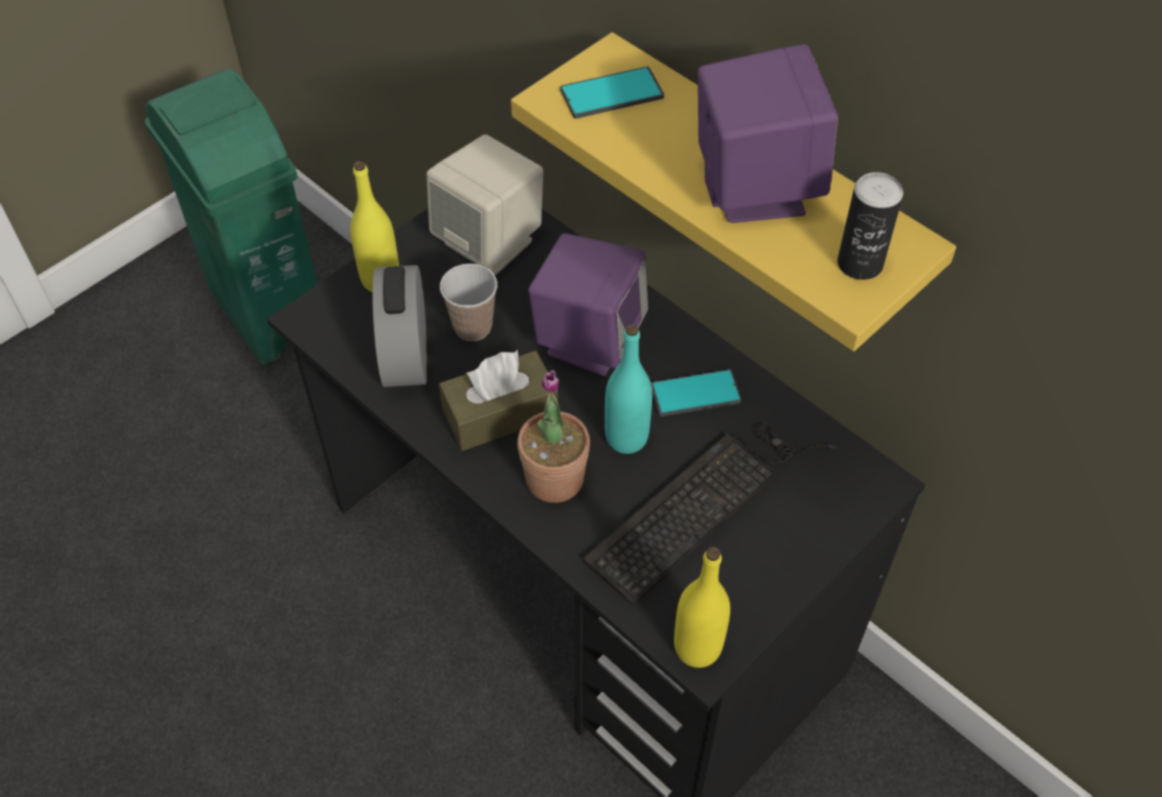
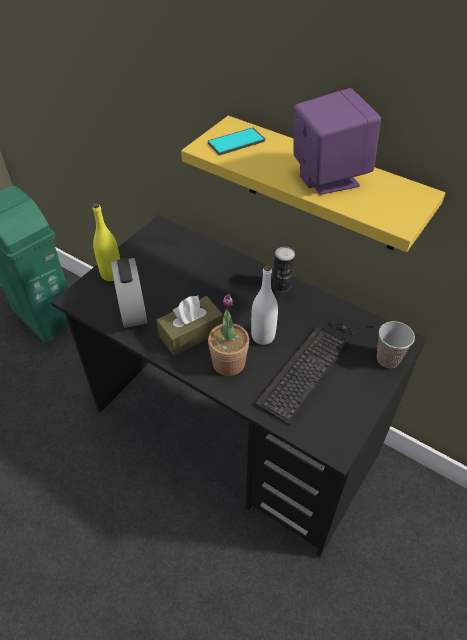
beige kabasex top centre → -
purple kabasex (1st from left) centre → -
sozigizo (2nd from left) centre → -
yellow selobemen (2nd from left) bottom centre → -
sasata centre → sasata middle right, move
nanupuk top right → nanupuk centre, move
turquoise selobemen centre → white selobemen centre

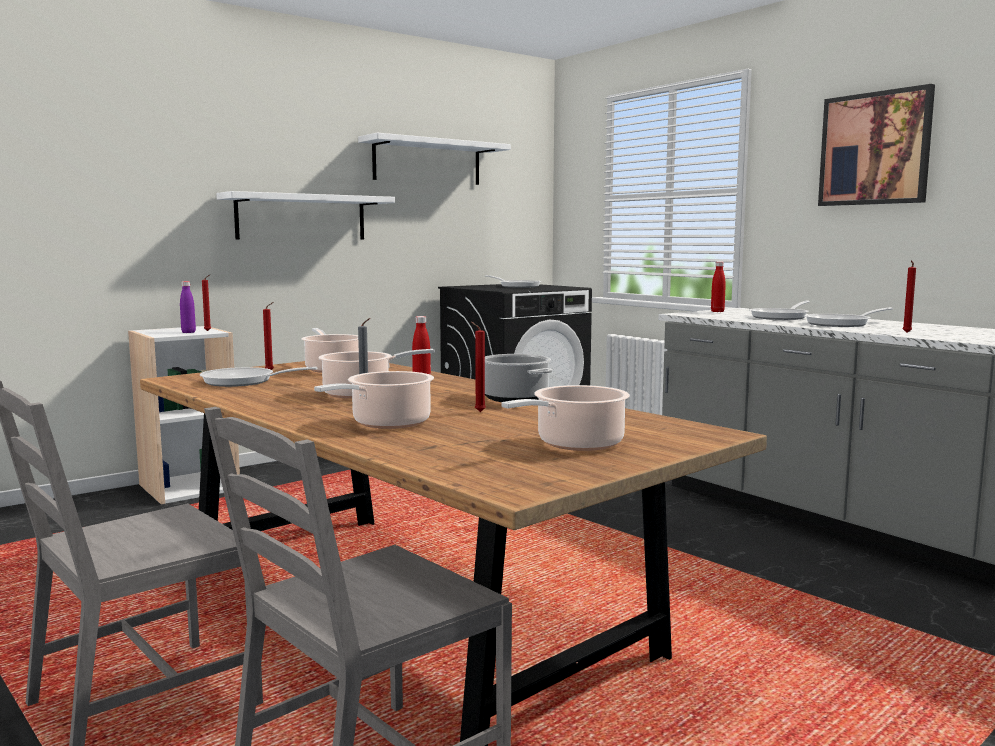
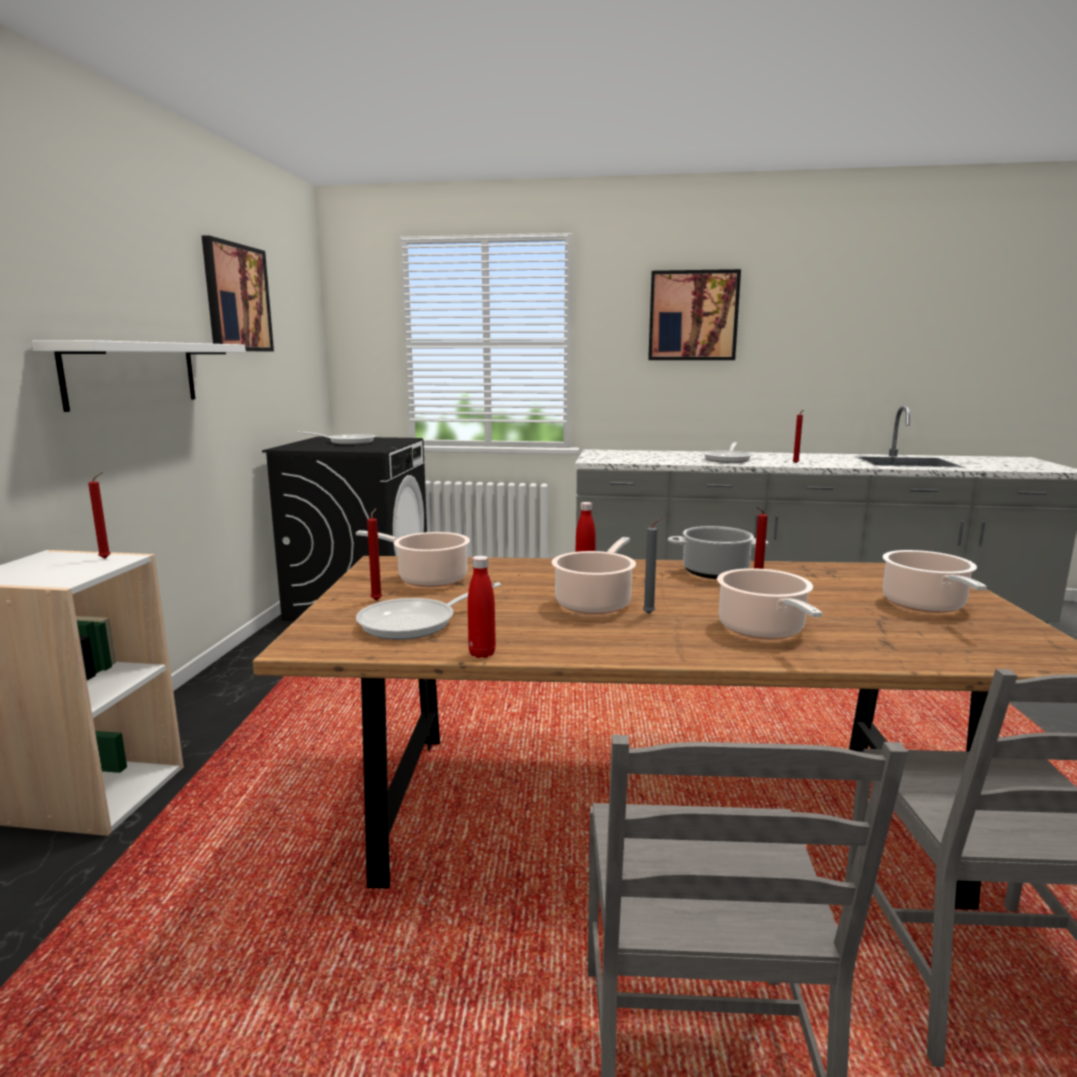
purple selobemen middle left → -
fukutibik (3rd from left) middle right → -
red selobemen (2nd from left in the first image) middle right → red selobemen (1st from left) centre, move
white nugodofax (2nd from left) top centre → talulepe (1st from left) top left

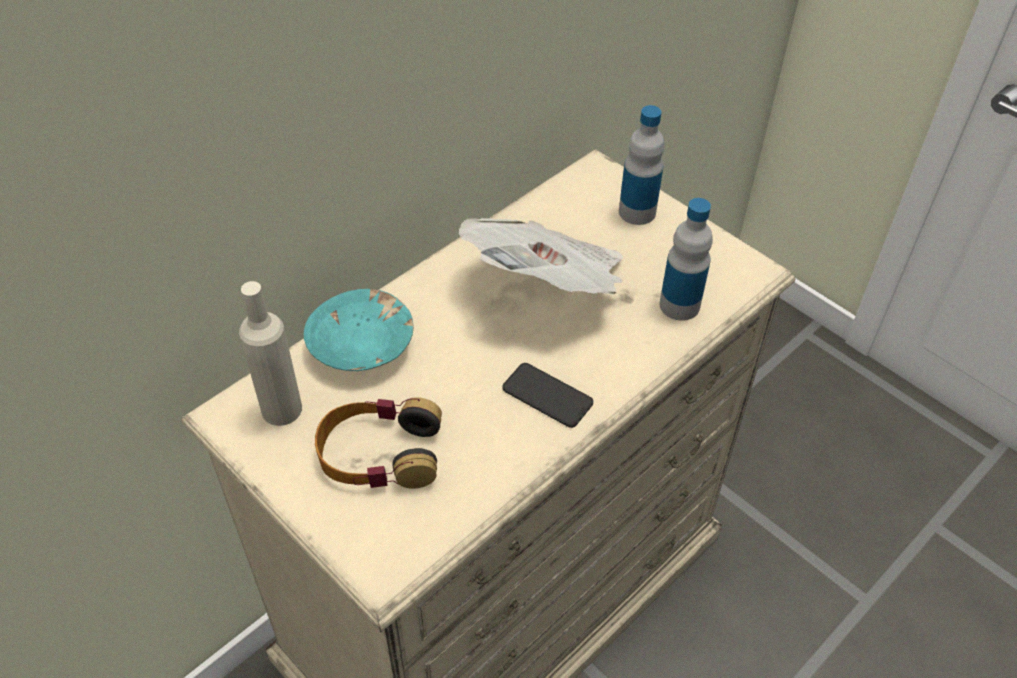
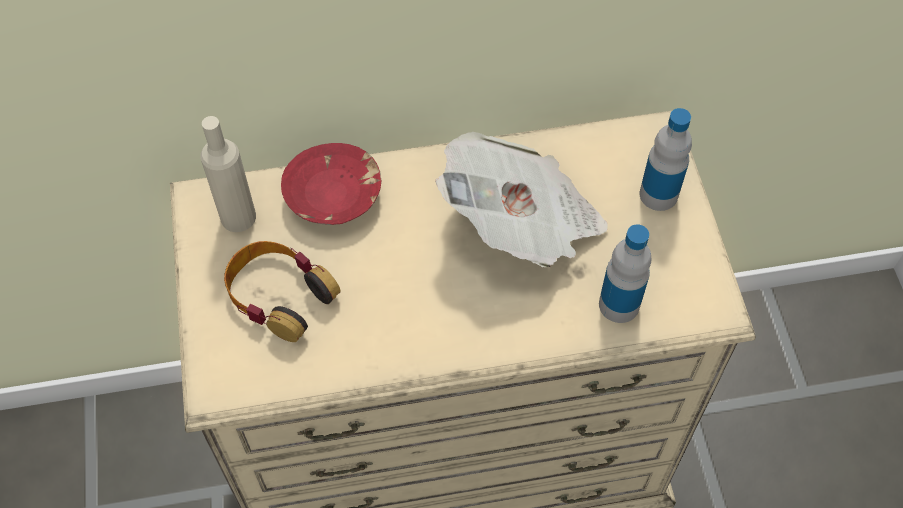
sozigizo centre → -
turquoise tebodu centre → red tebodu centre

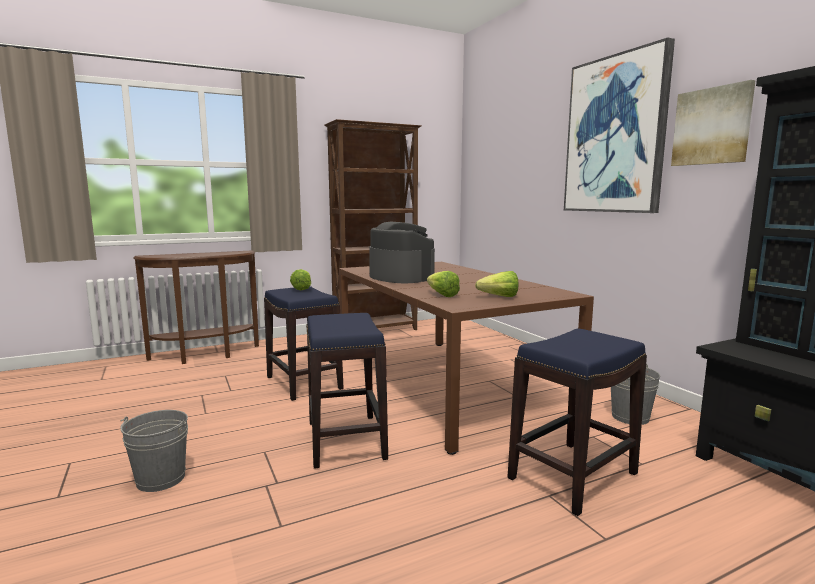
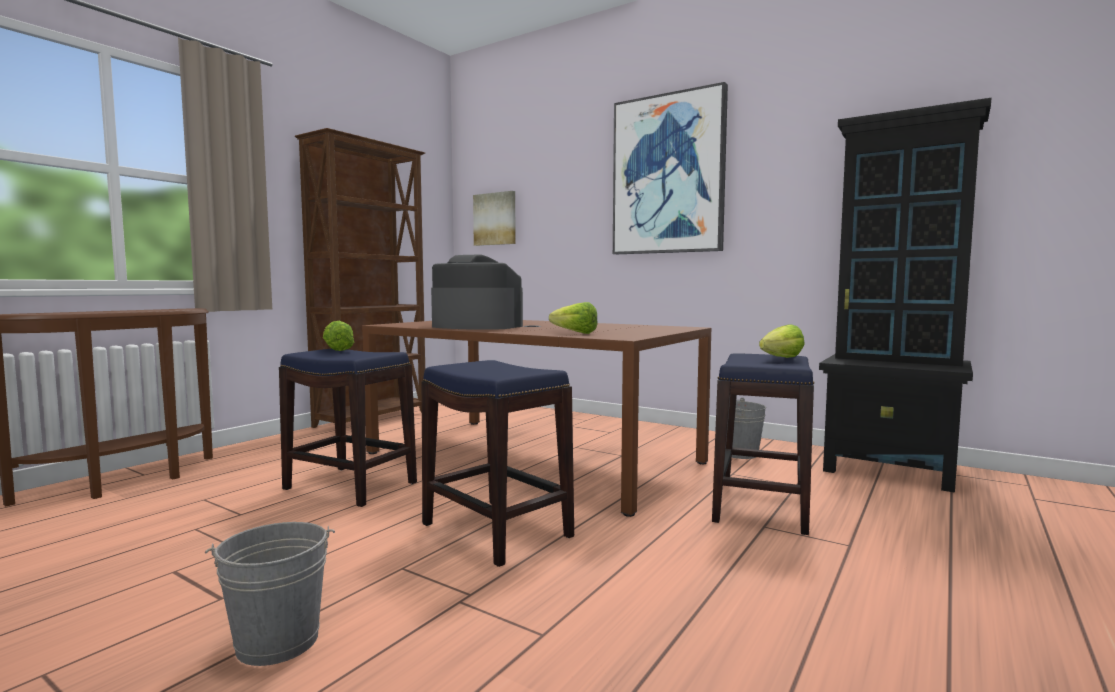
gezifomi (3rd from left) centre → gezifomi (3rd from left) middle right, move
talulepe (2nd from left in the first image) top right → talulepe (1st from left) top centre, move

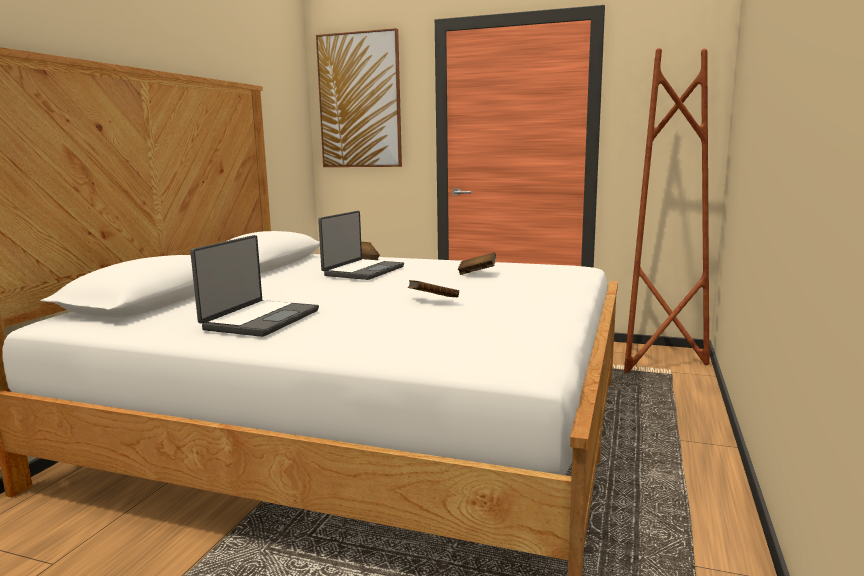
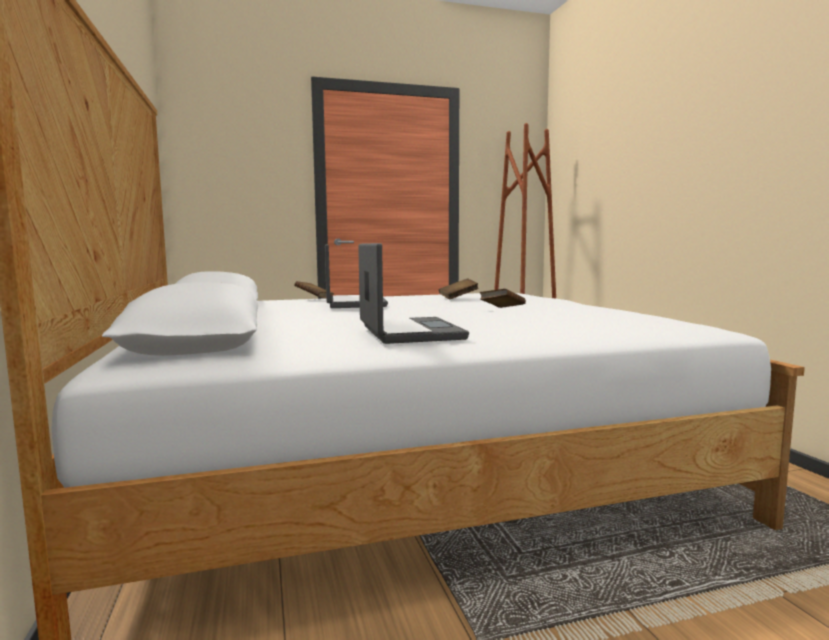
talulepe top centre → -

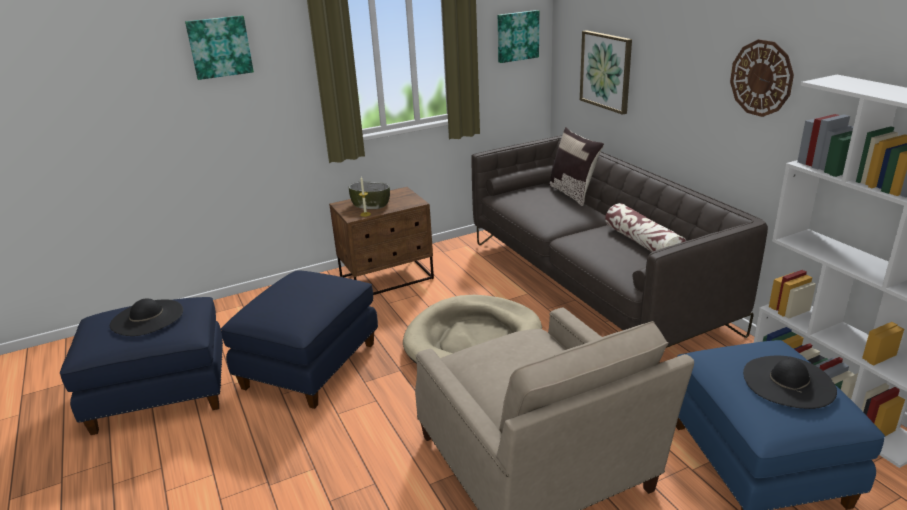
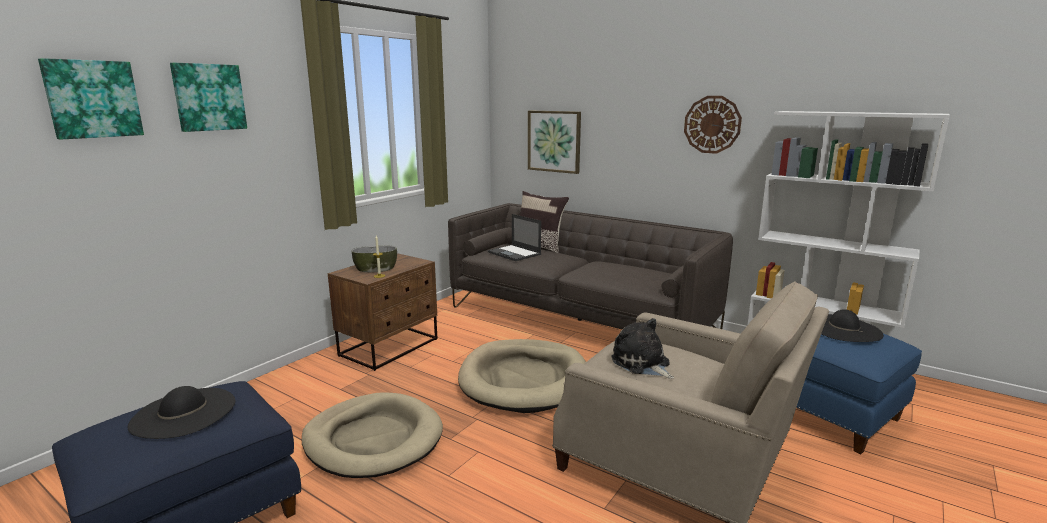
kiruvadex (2nd from left) middle right → -
- → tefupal centre
- → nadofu centre
talulepe (2nd from left in the first image) top centre → talulepe (1st from left) top left, move
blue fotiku (2nd from left) middle left → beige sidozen (1st from left) bottom centre

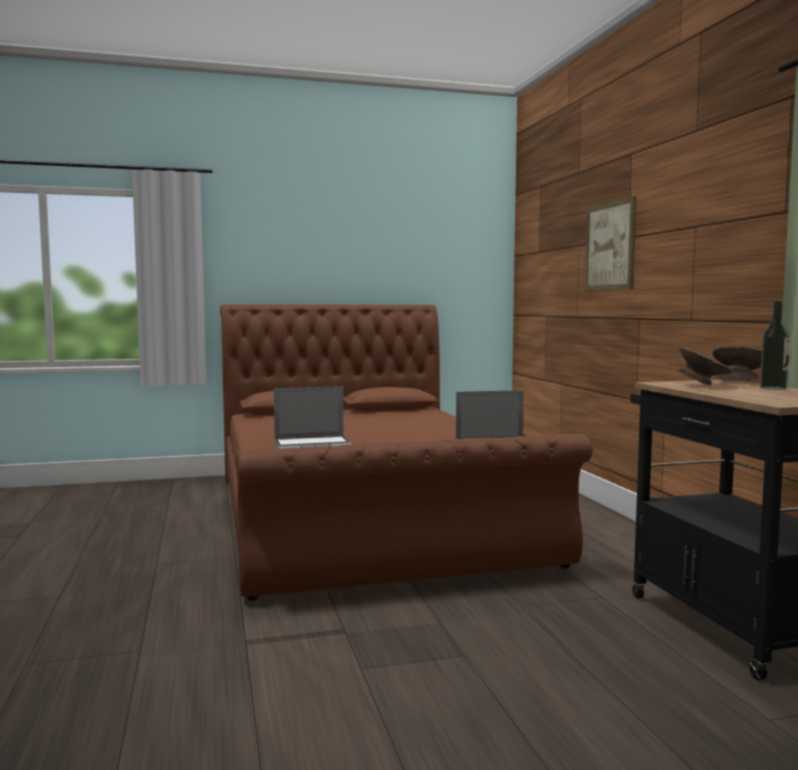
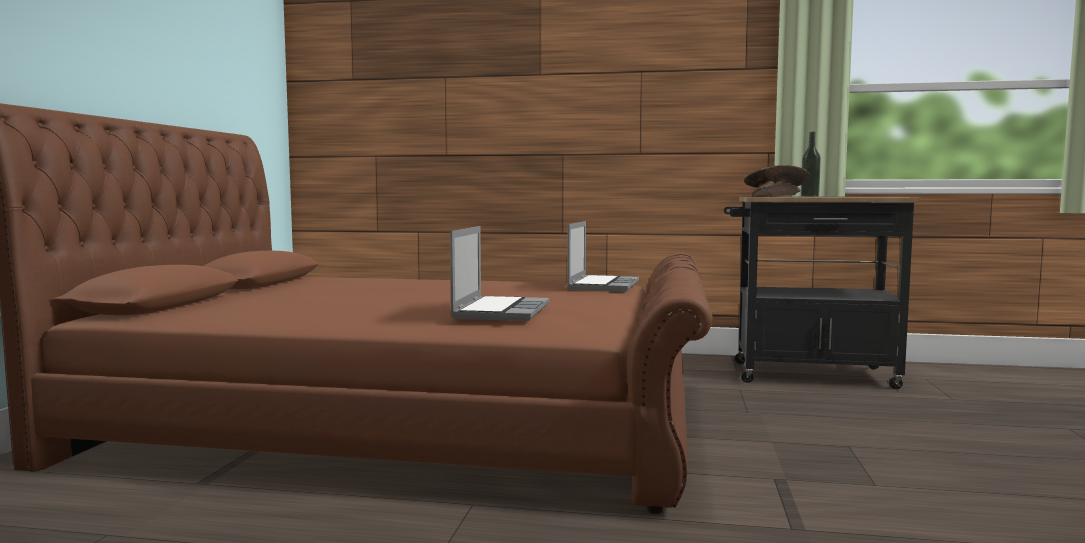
talulepe top right → -

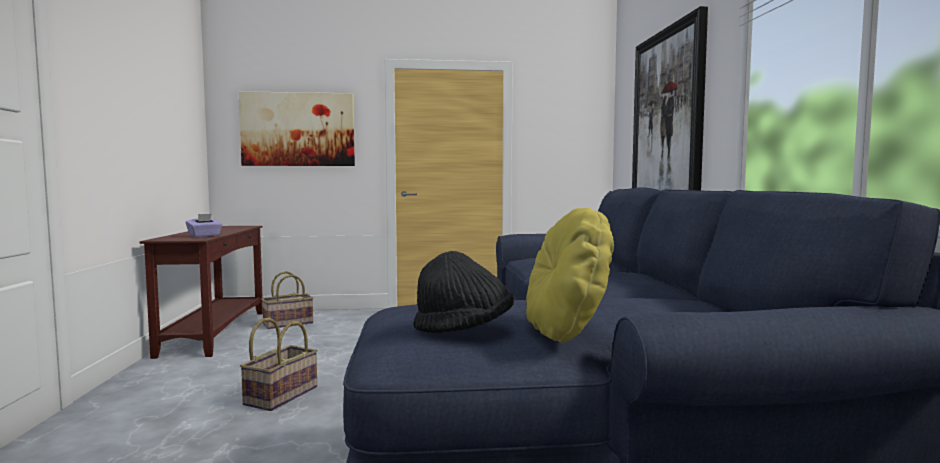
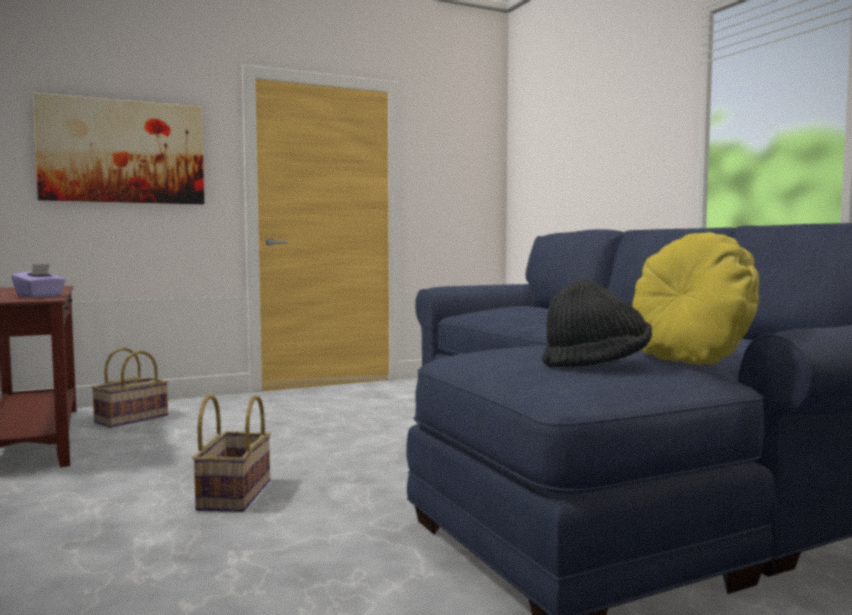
talulepe (2nd from left) top right → -

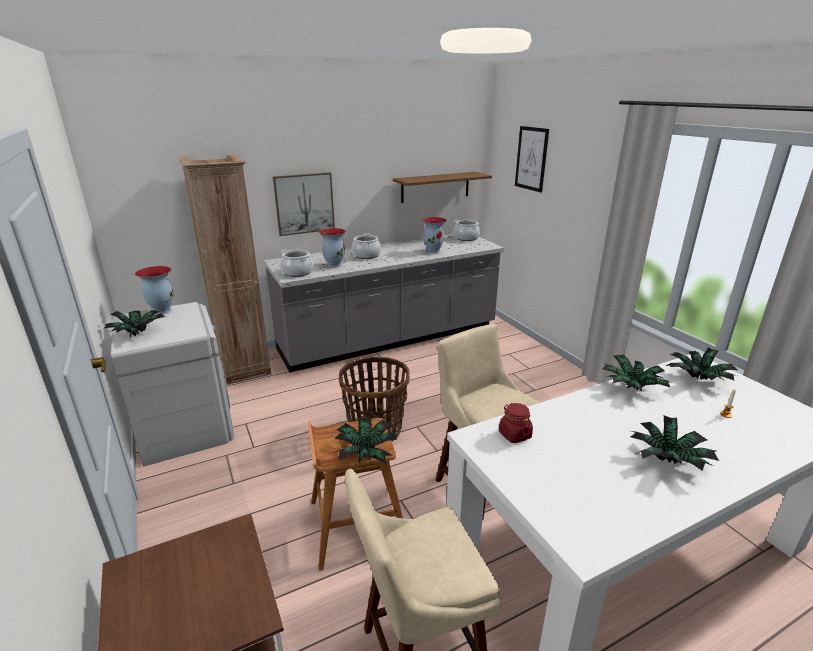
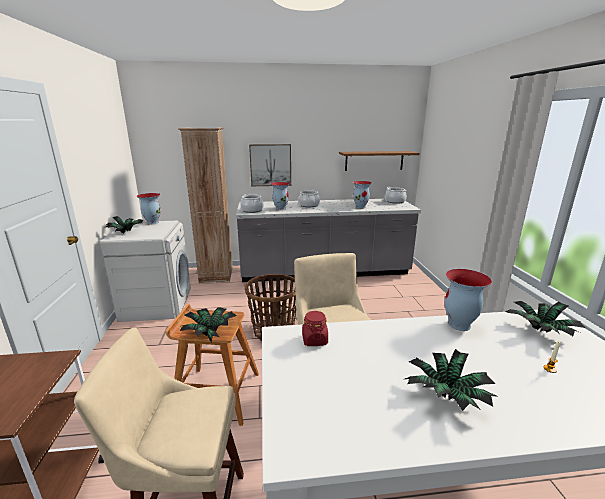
talulepe (2nd from left) top centre → -
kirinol (3rd from left) middle right → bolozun (4th from left) middle right

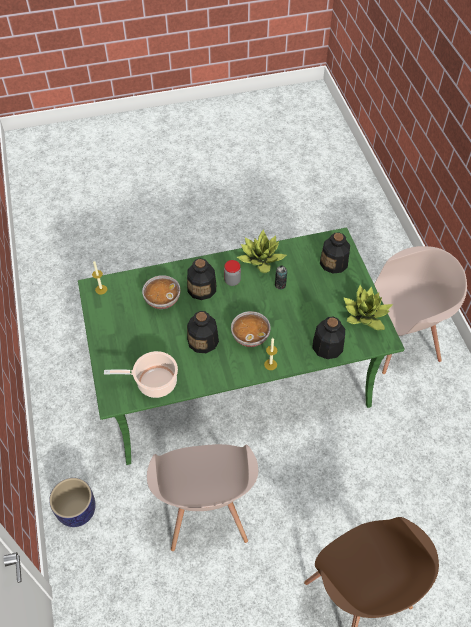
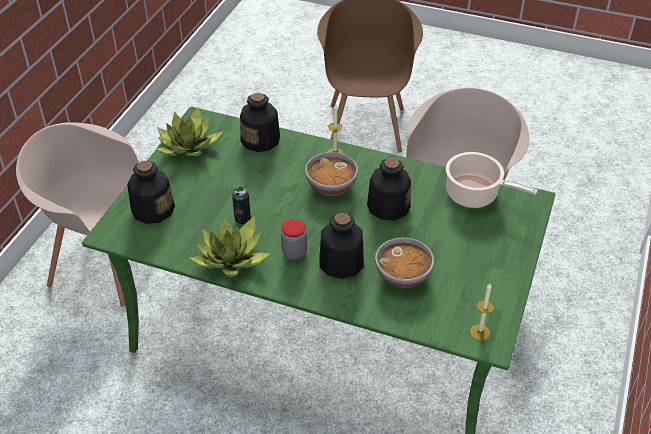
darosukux bottom left → -

